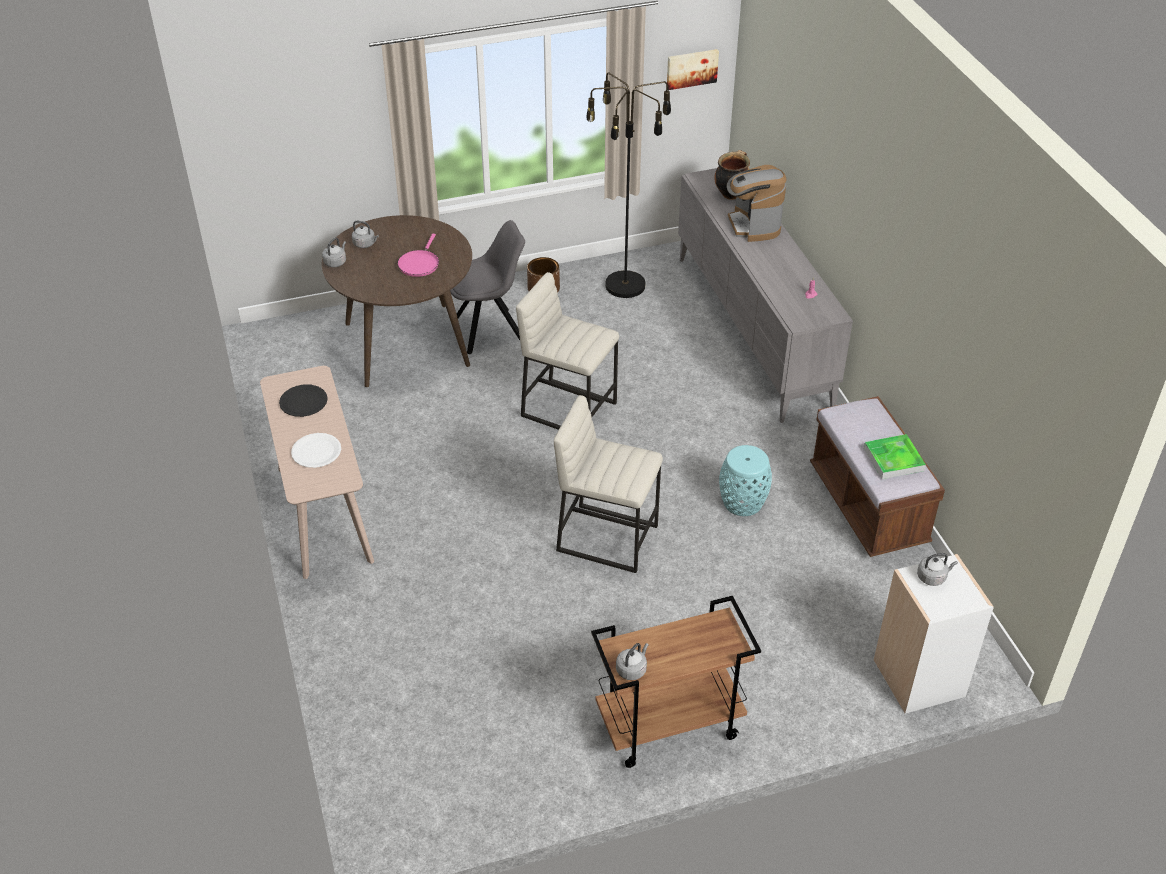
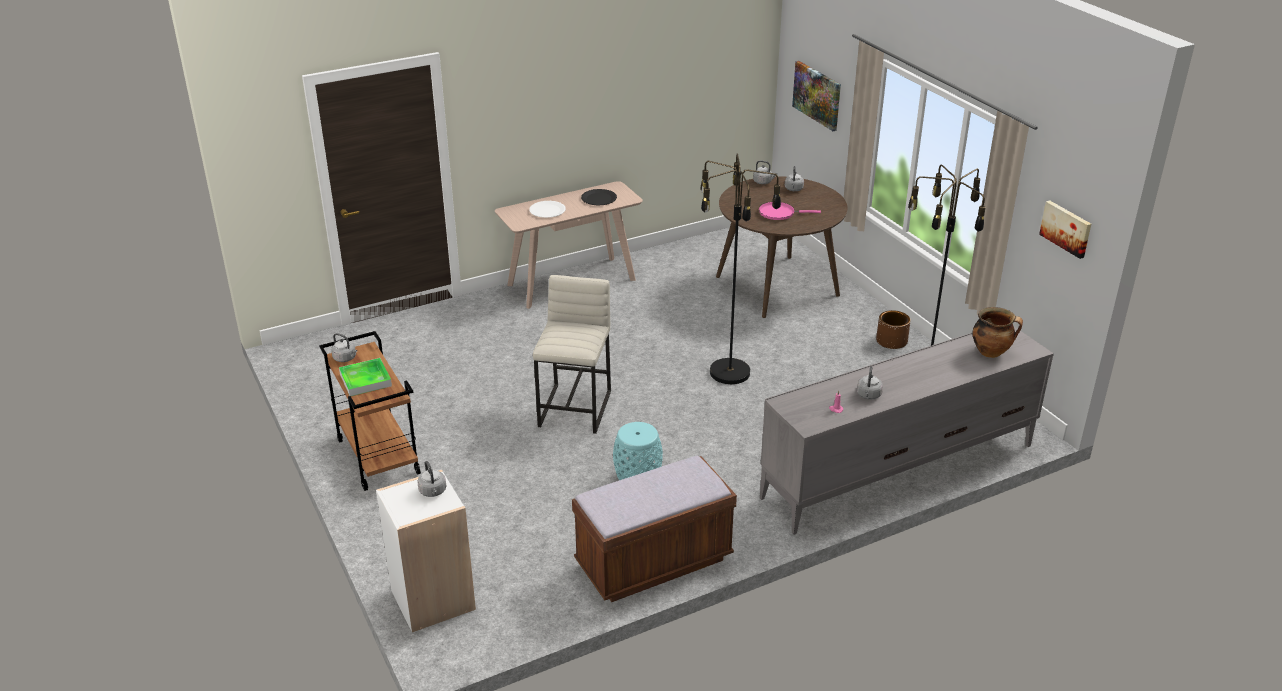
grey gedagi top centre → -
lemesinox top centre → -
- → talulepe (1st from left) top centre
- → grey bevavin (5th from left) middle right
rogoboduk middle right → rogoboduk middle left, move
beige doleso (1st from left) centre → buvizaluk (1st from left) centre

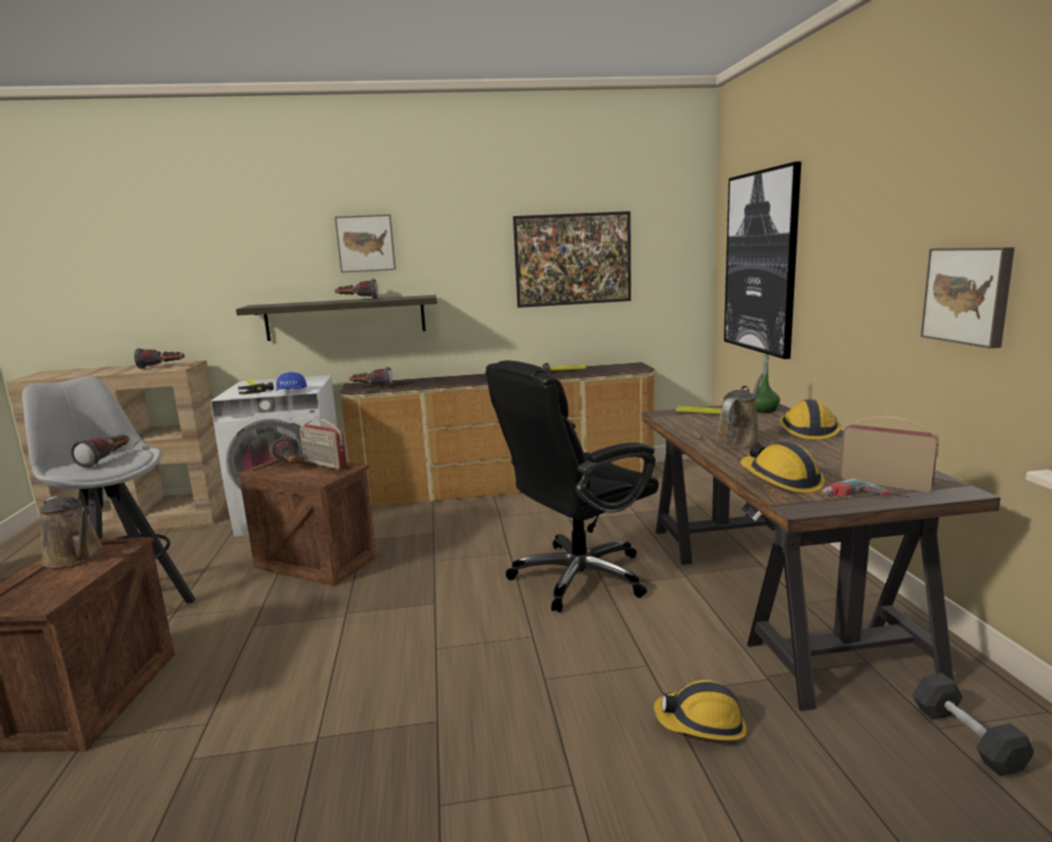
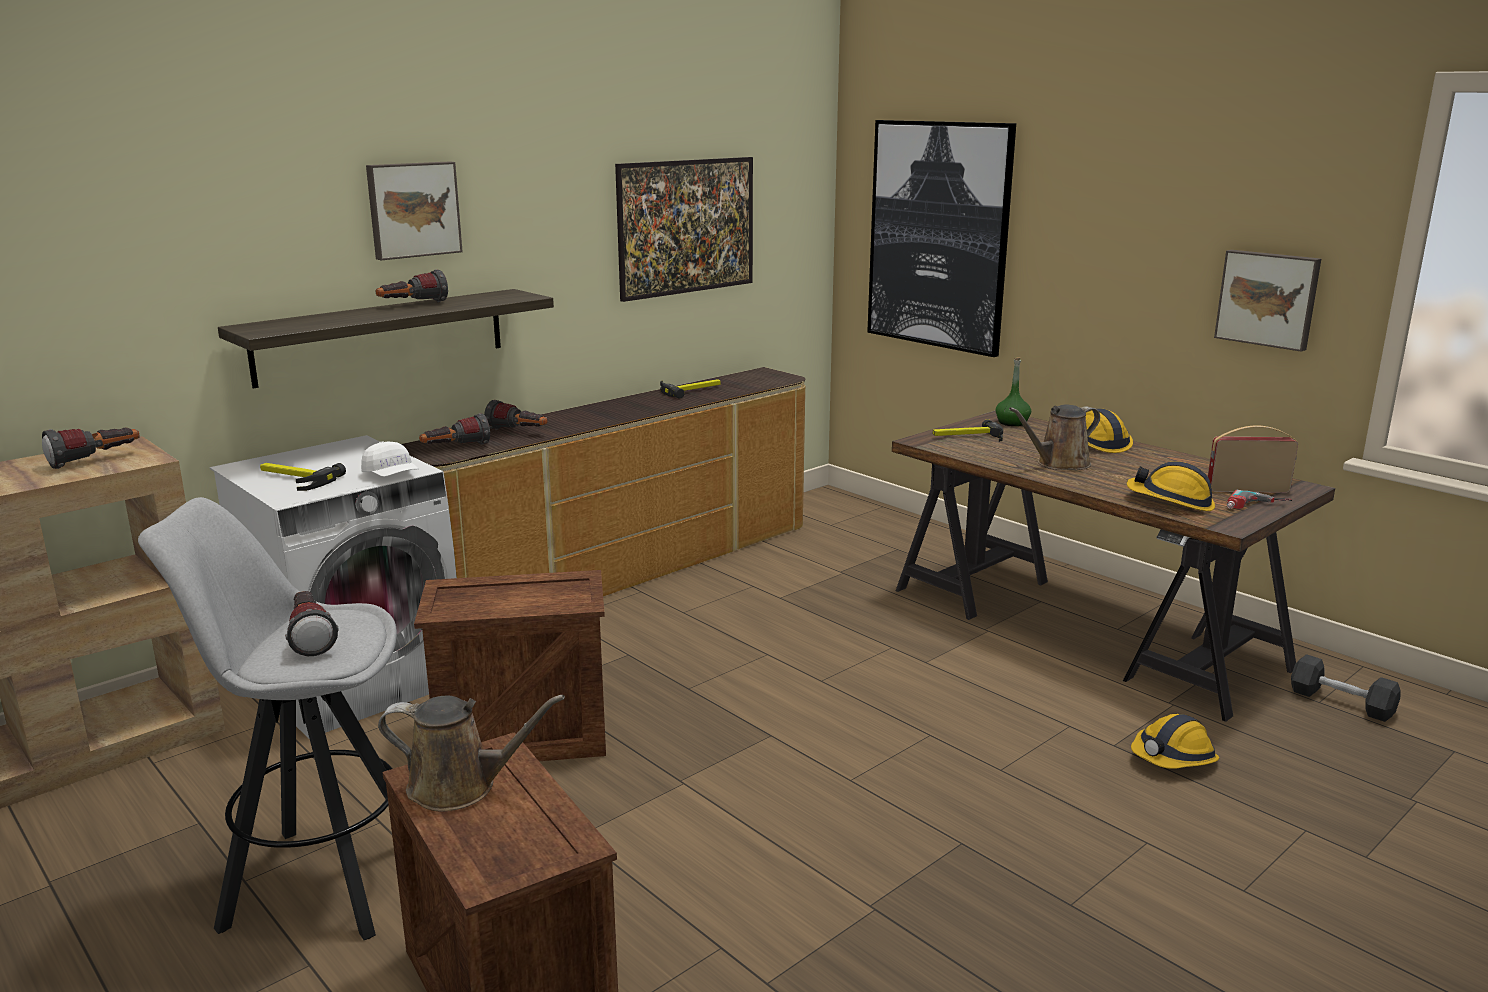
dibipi (1st from left) middle left → -
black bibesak centre → -
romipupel (3rd from left in the first image) middle left → romipupel (5th from left) centre, move
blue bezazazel middle left → white bezazazel middle left
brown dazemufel (2nd from left) middle right, 120 degrees counterclockwise

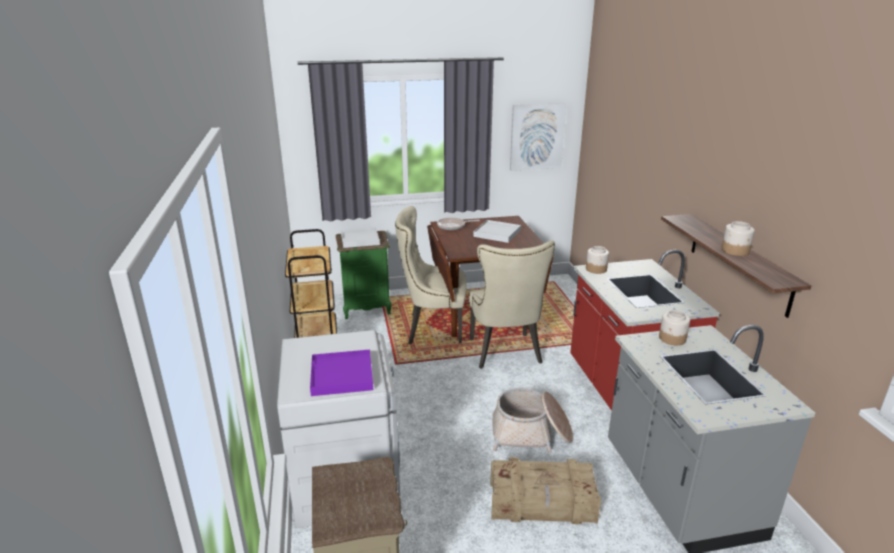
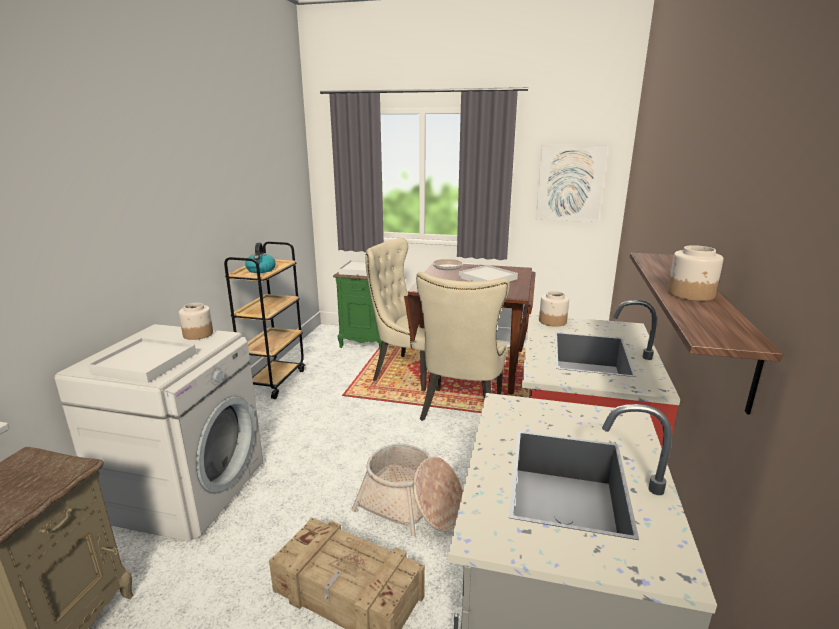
- → bevavin middle left
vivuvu (2nd from left in the first image) middle right → vivuvu (1st from left) middle left, move
purple rogoboduk bottom centre → white rogoboduk (1st from left) middle left

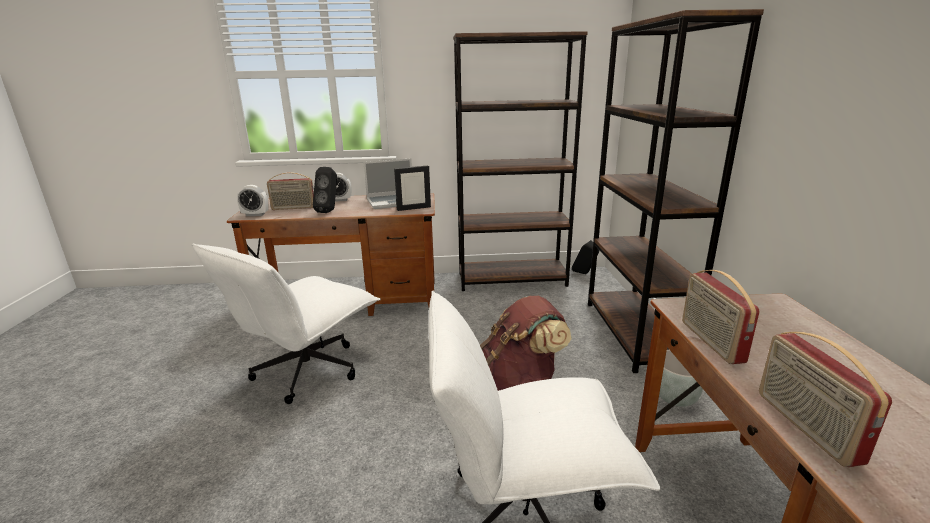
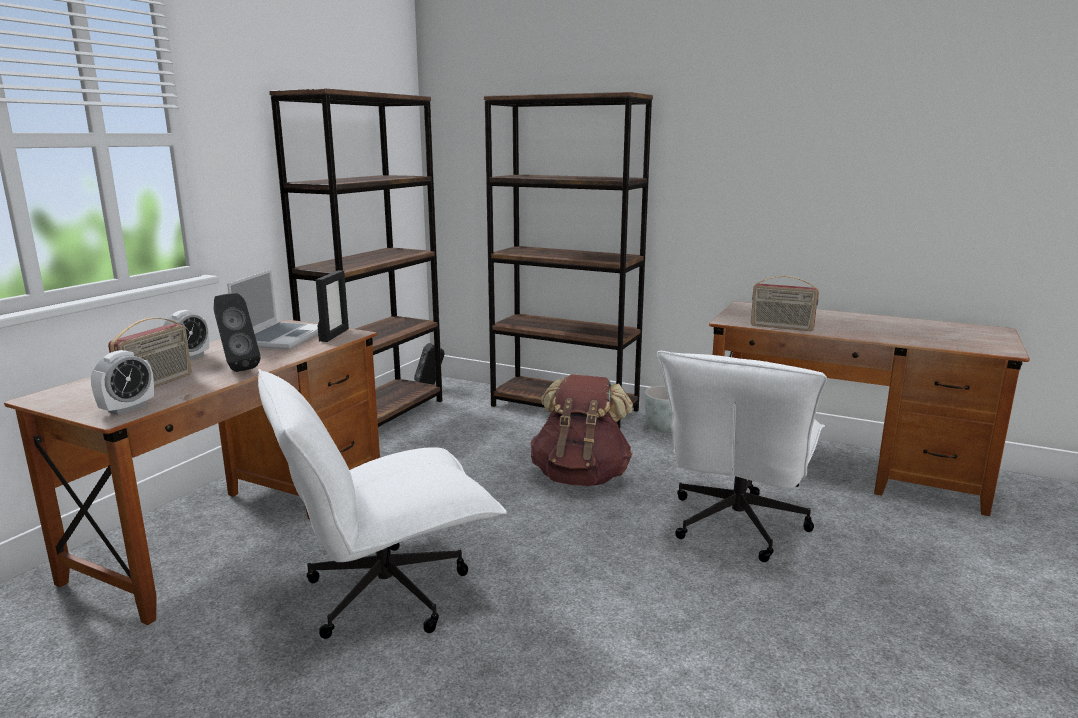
dibipi (3rd from left) bottom right → -
white bibesak (1st from left) middle left → white bibesak (1st from left) bottom centre, 90 degrees clockwise

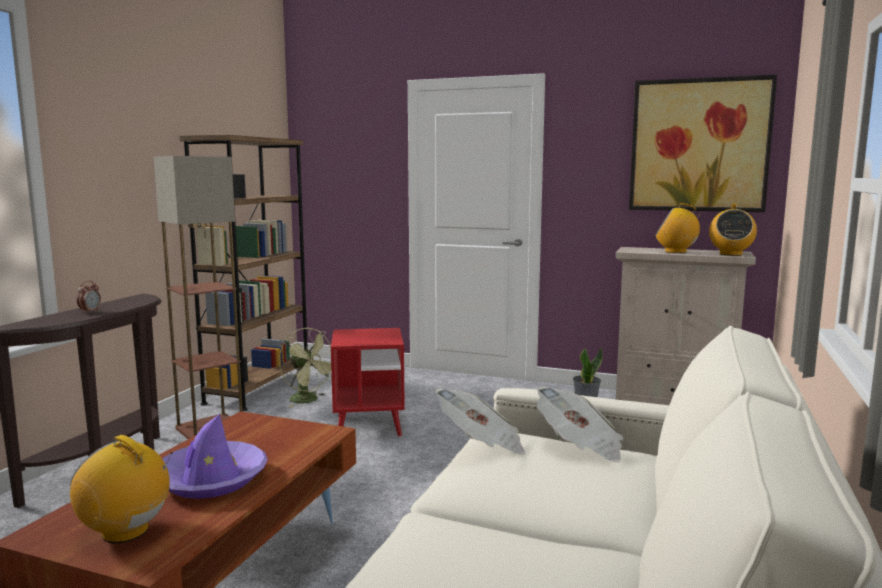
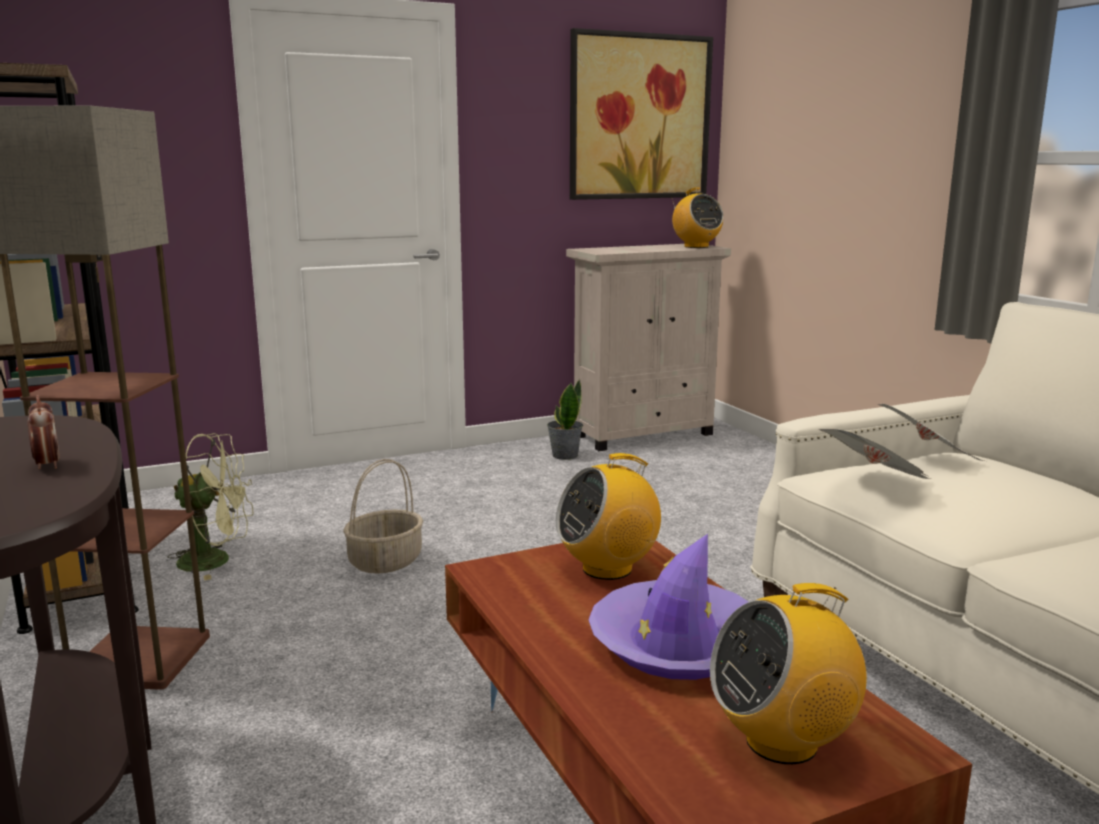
dibipi (2nd from left in the first image) middle right → dibipi (1st from left) centre, move
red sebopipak centre → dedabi centre

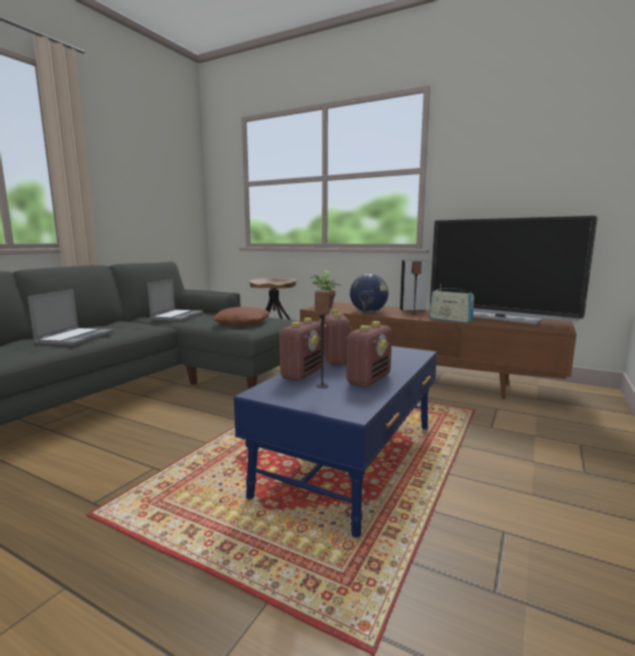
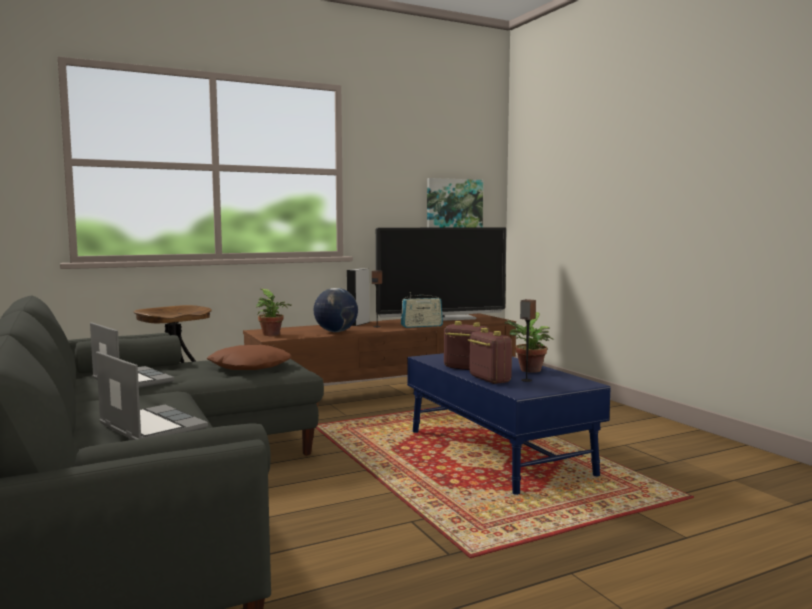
- → talulepe centre
dibipi (3rd from left) centre → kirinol (2nd from left) centre

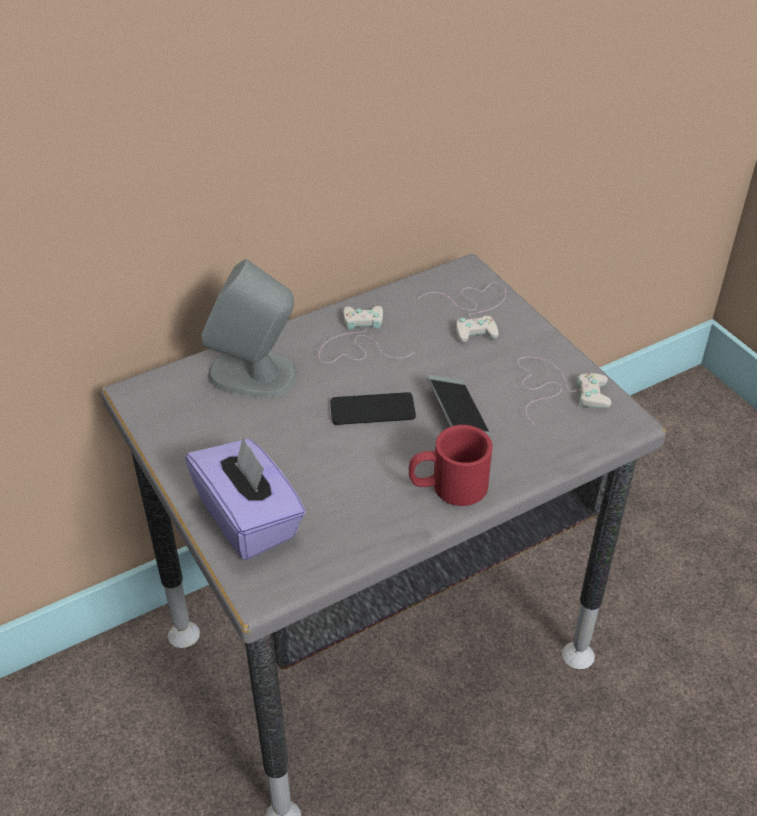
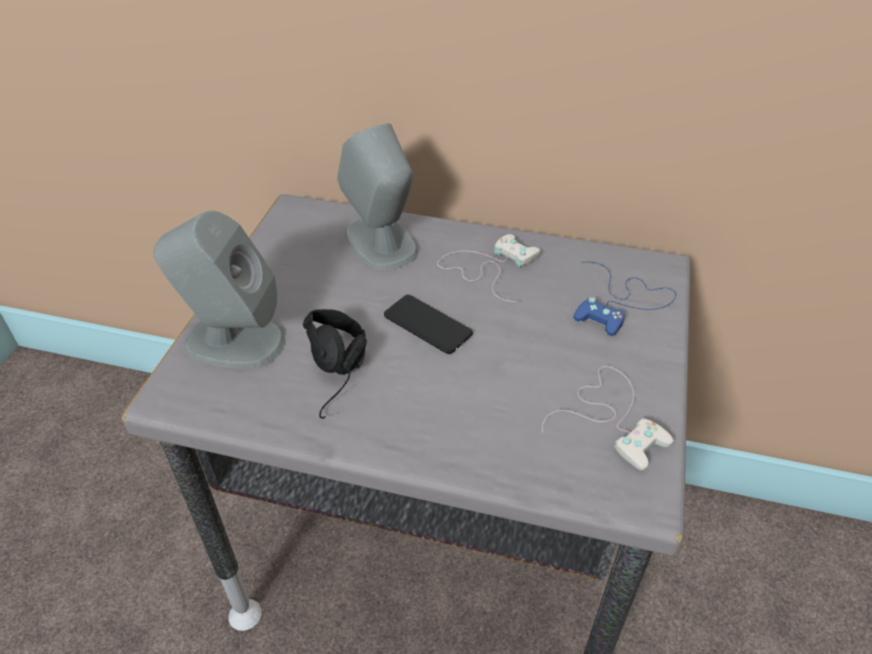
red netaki centre → -
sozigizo (2nd from left) centre → -
- → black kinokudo centre
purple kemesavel middle left → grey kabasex (1st from left) middle left
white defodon (2nd from left) centre → blue defodon middle right

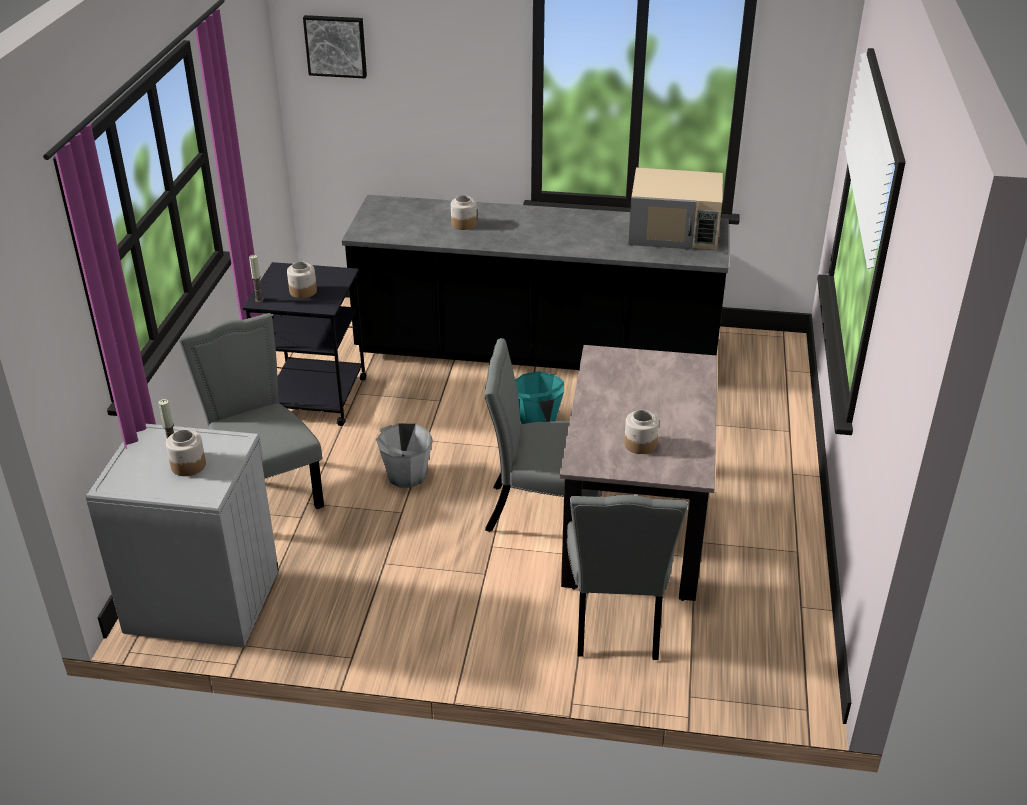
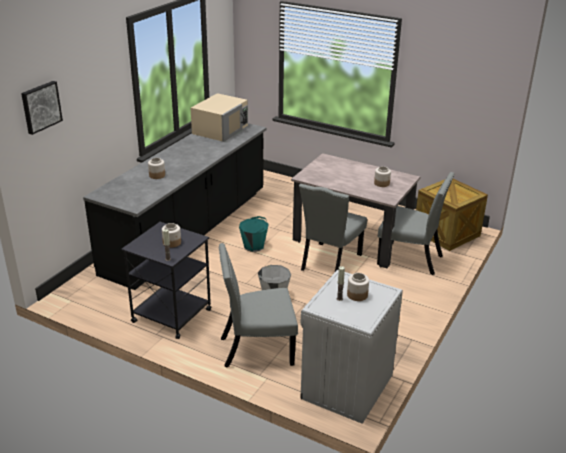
- → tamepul middle right

